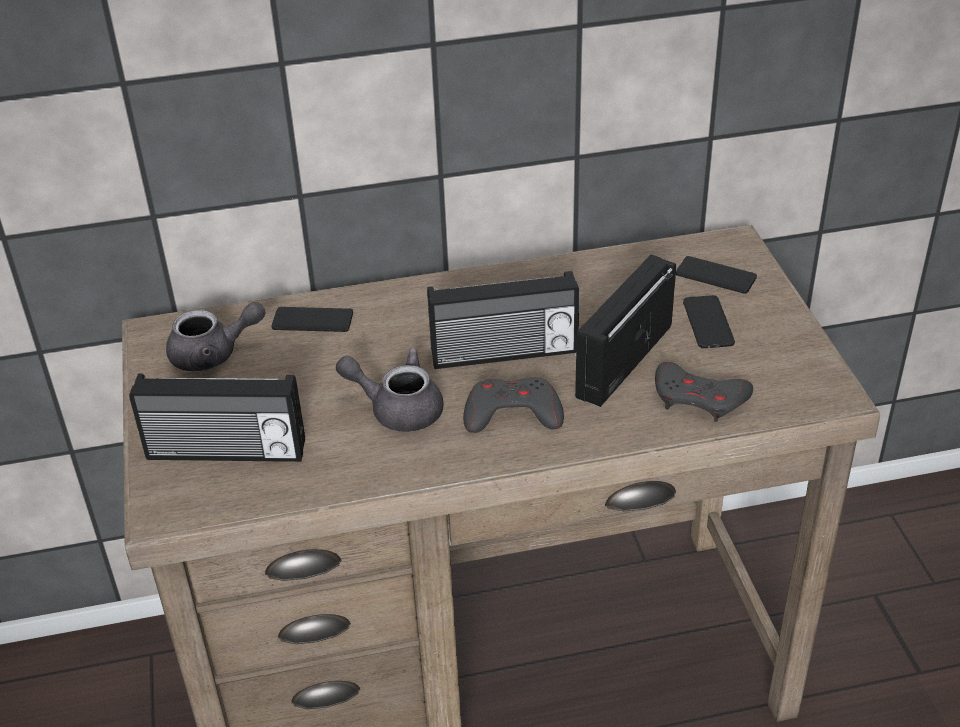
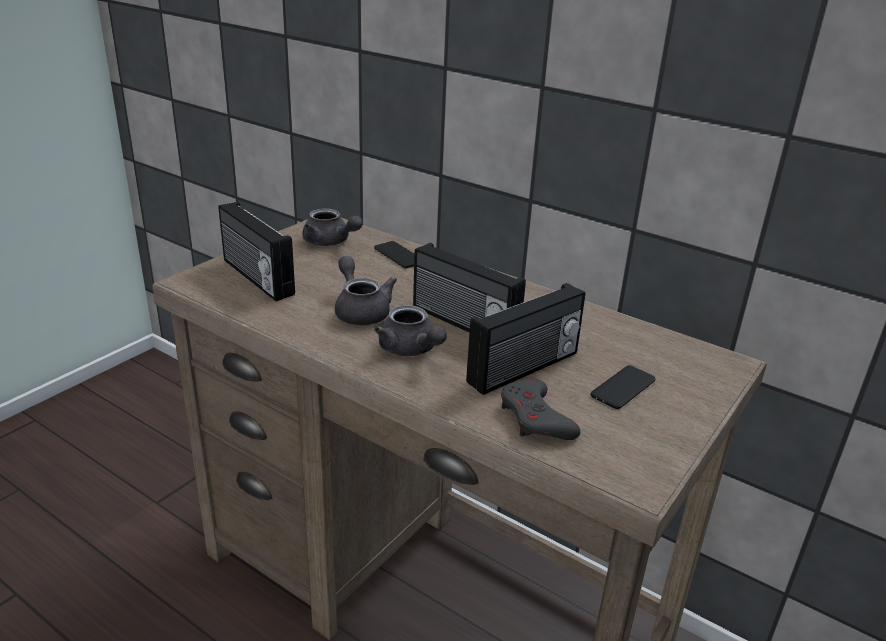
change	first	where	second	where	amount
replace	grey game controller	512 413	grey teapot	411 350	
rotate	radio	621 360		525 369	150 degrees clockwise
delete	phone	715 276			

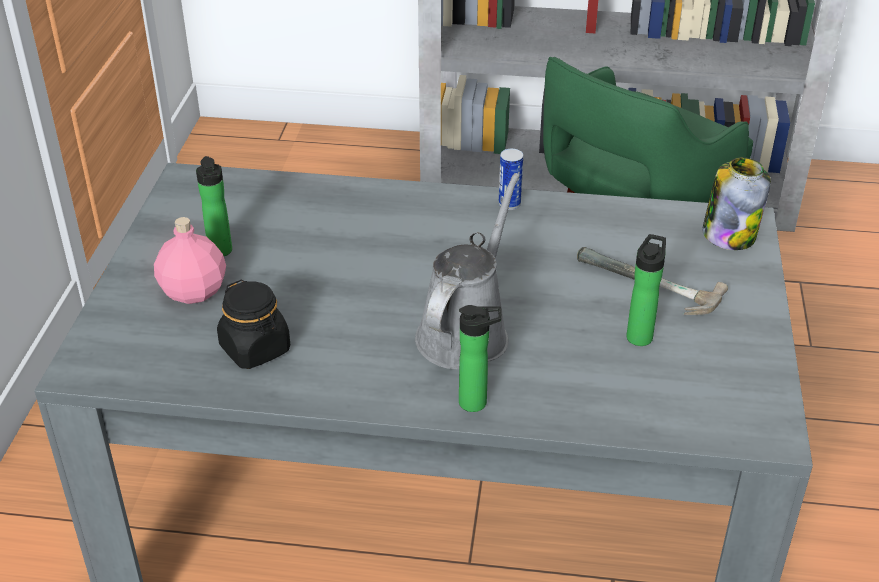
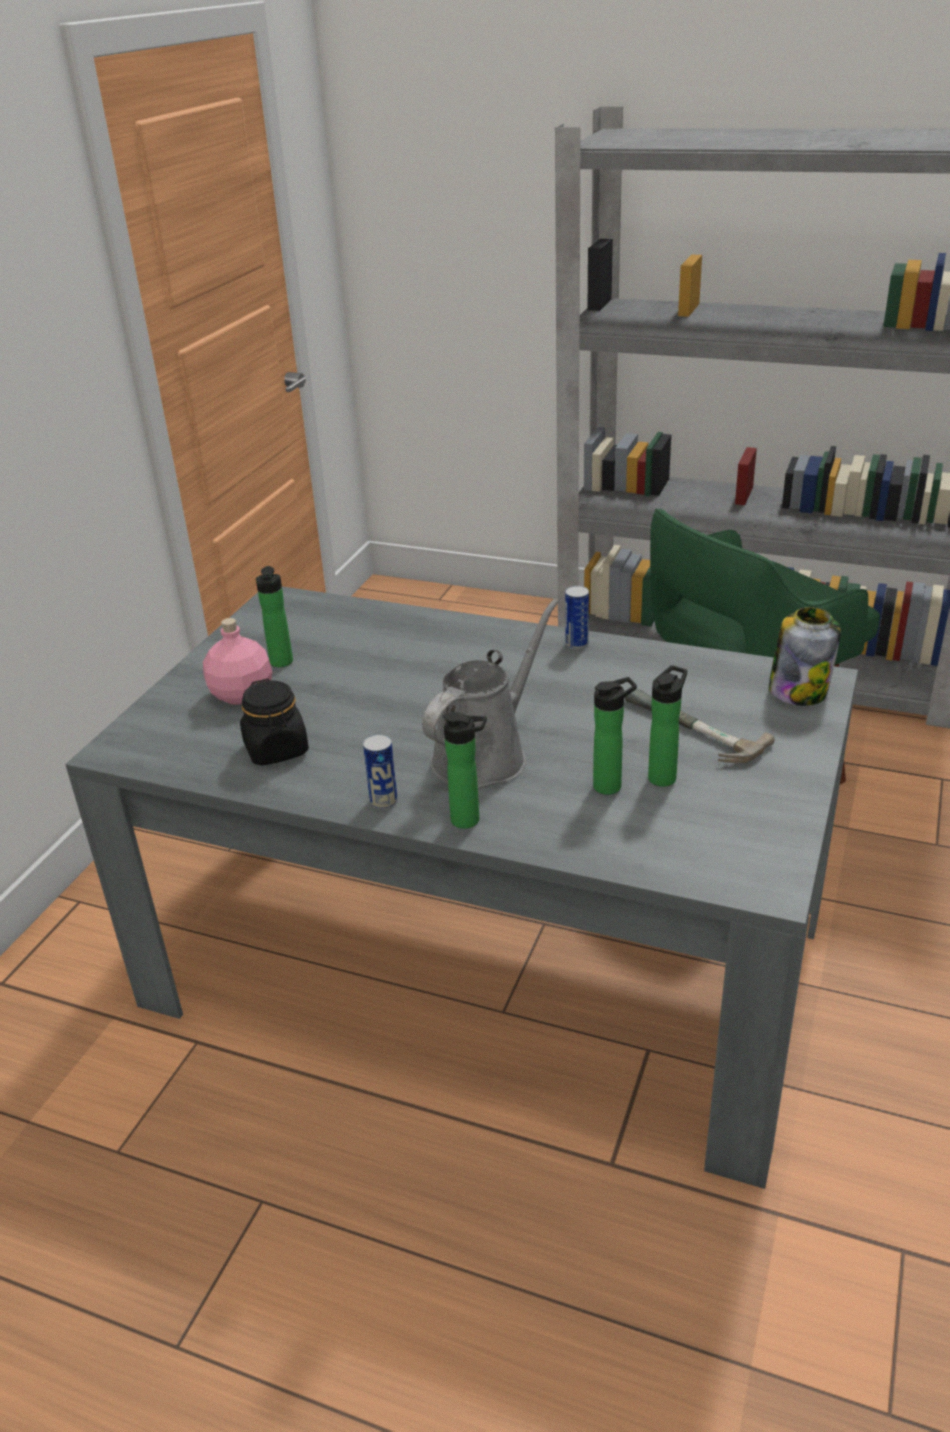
change	first	where	second	where	amount
insert			can	383 801	
insert			bottle	611 785	

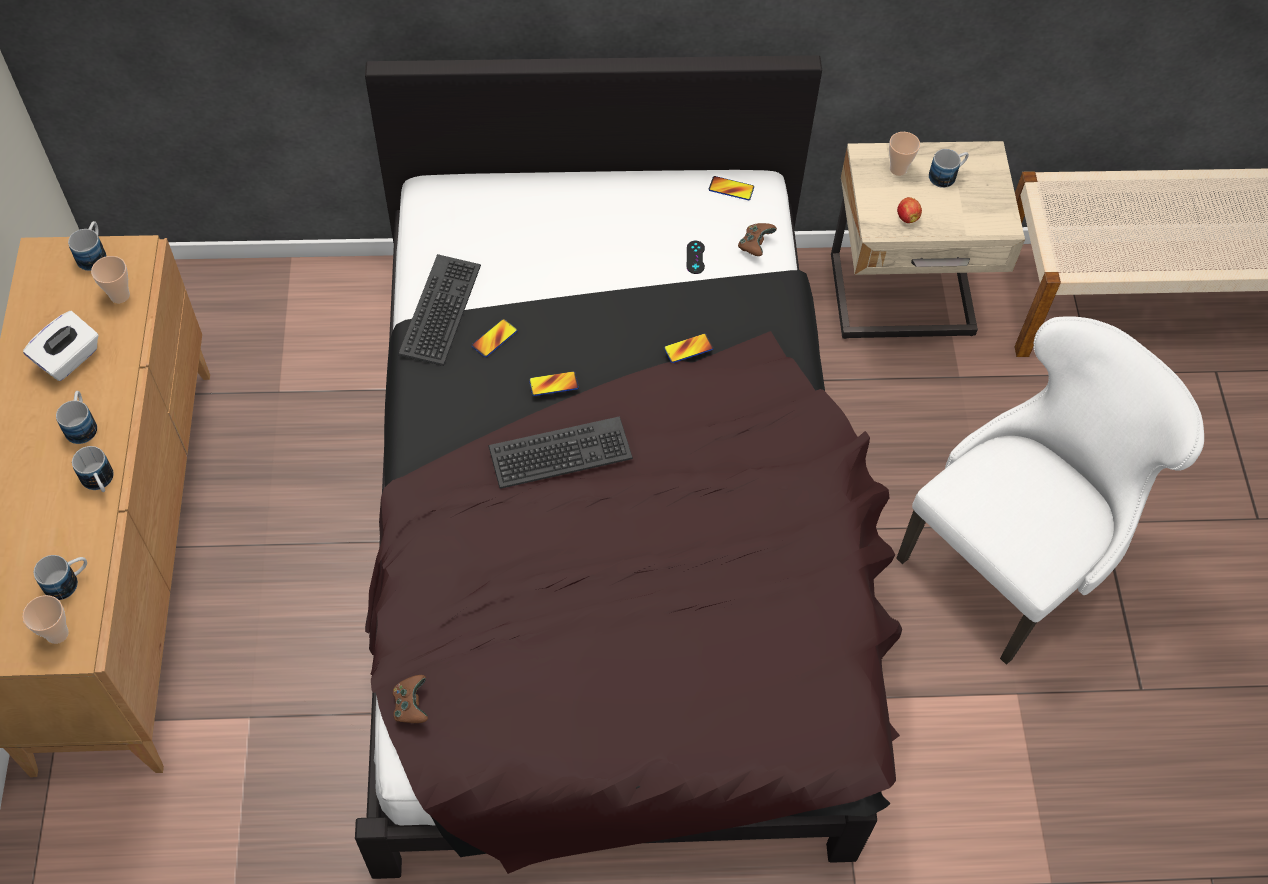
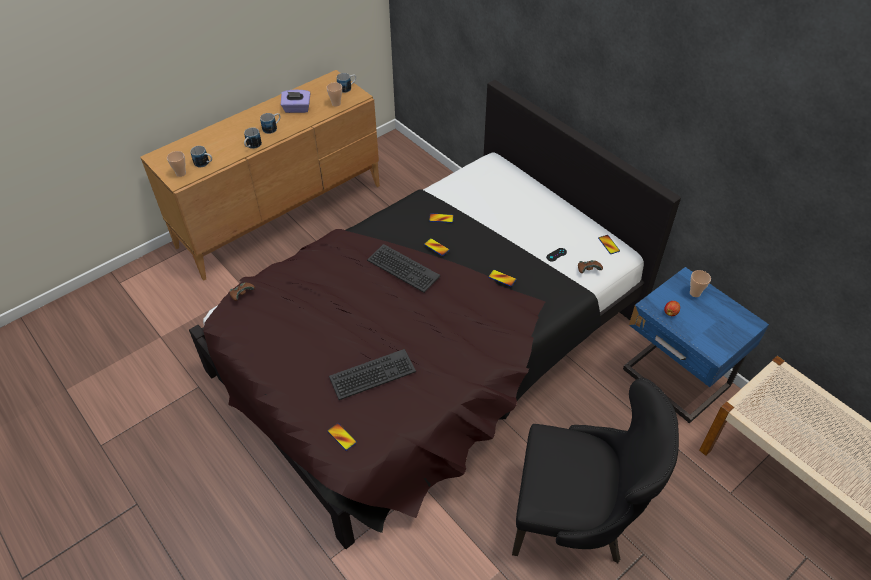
change	first	where	second	where	amount
recolor	white tissue box	69 359	purple tissue box	297 109	
move	keyboard	441 310		373 375	
recolor	beige nightstand	903 300	blue nightstand	674 381	
recolor	white chair	1009 560	black chair	574 520	
delete	mug	947 175			
insert			phone	342 437	

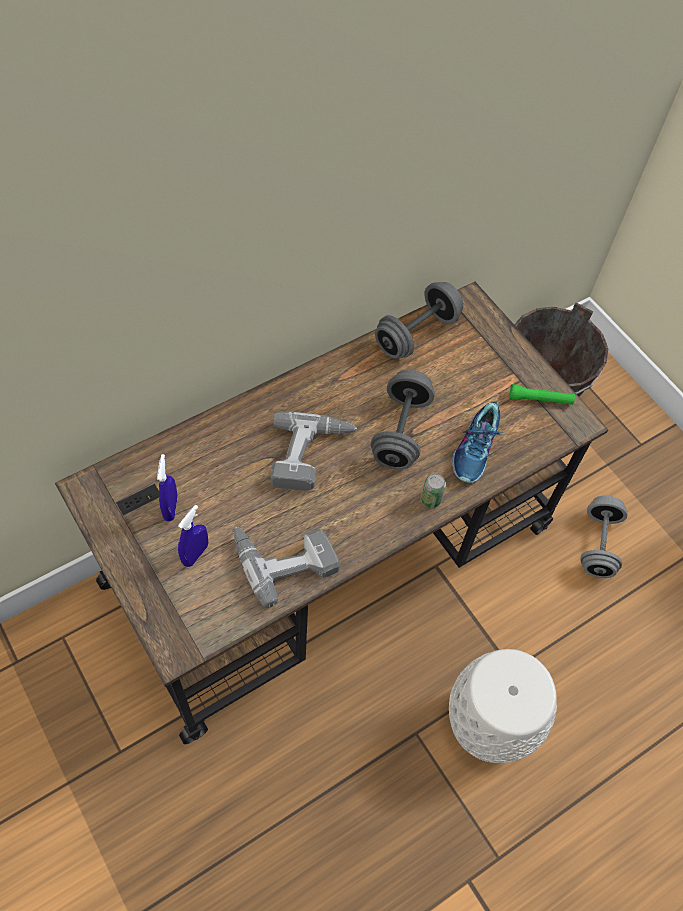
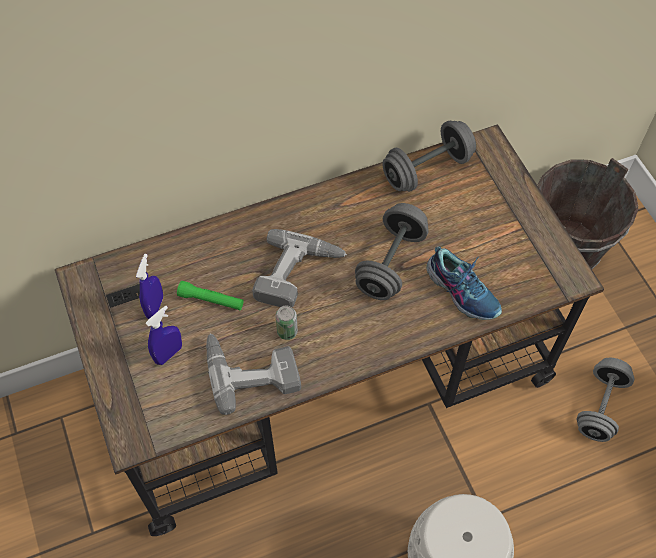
change	first	where	second	where	amount
move	can	430 500		287 331	
rotate	shoe	476 449		463 291	75 degrees counterclockwise
move	green flashlight	540 399		211 300	

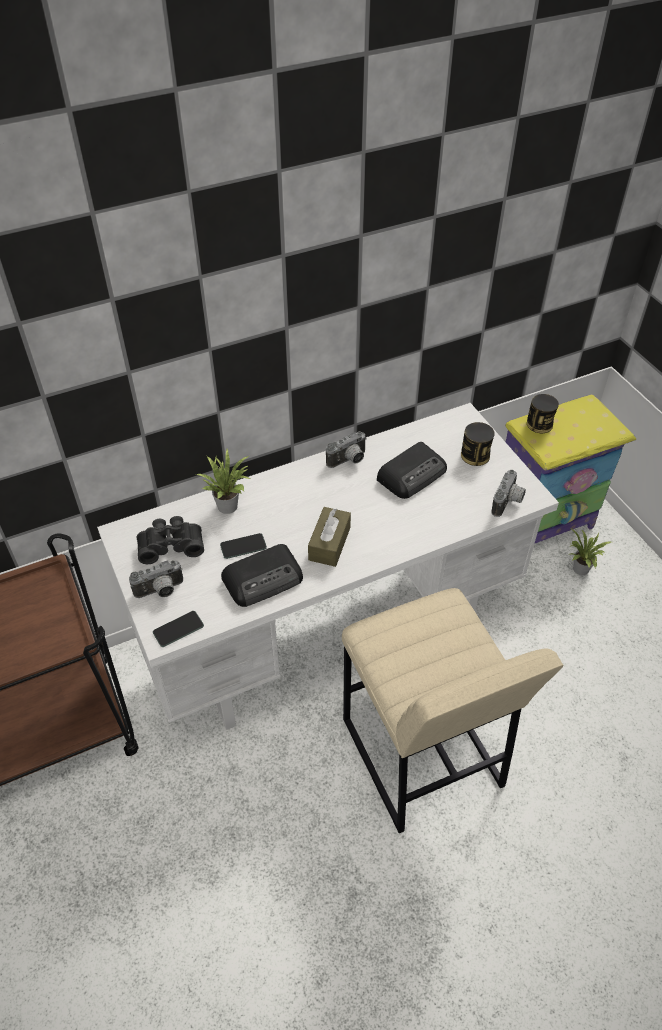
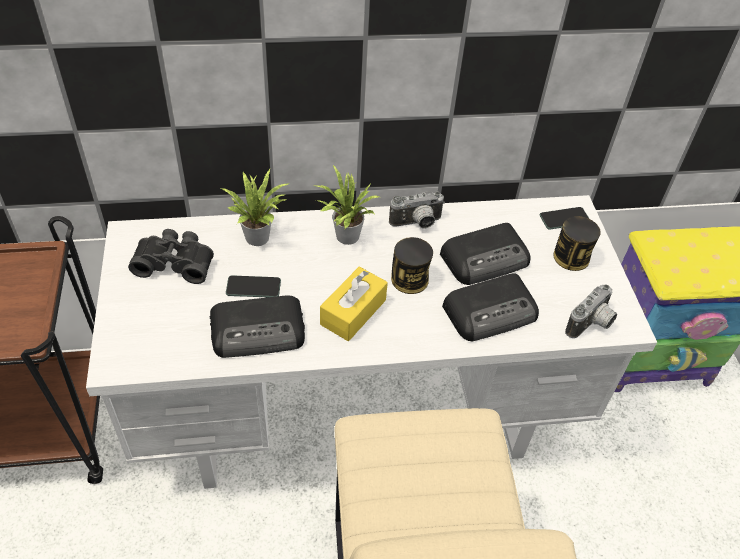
change	first	where	second	where	amount
delete	photo camera	160 591			
move	phone	178 629		564 219	
recolor	brown tissue box	329 543	yellow tissue box	353 312	
move	can	539 424		409 279	
move	potted plant	579 570		344 237	
insert			radio	491 312	

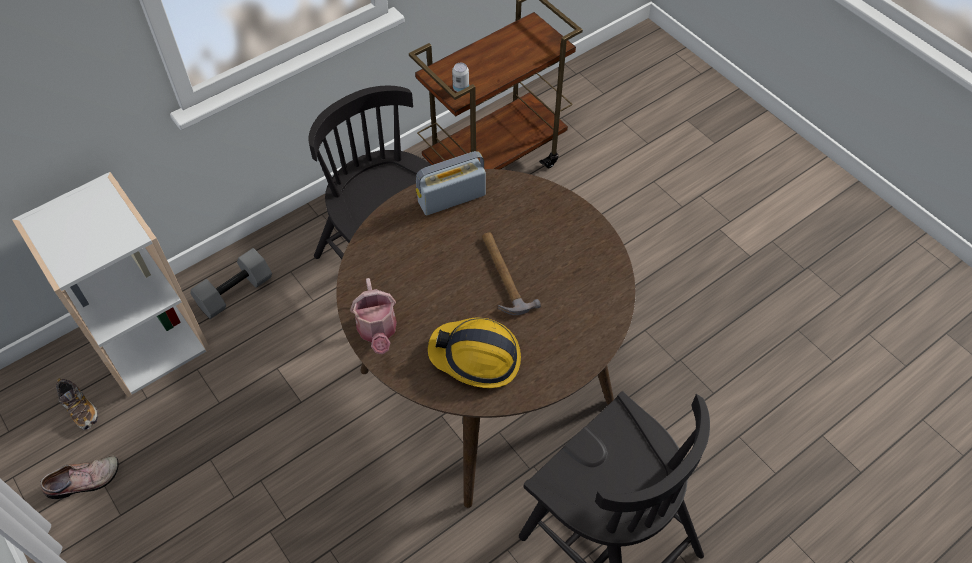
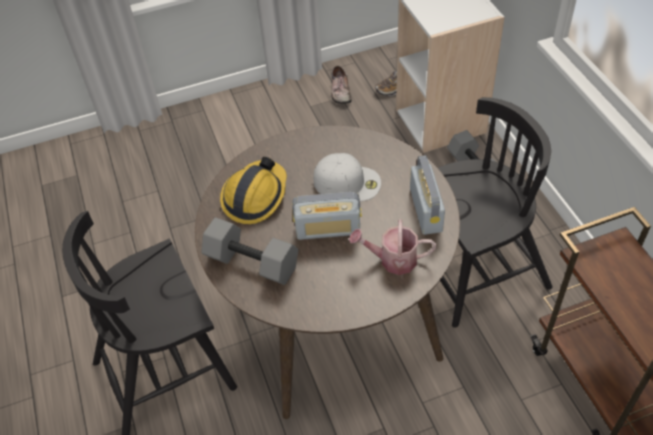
change	first	where	second	where	amount
move	watering can	378 331		392 260	
delete	can	461 88			
replace	hammer	503 274	radio	328 229	
insert			grey dumbbell	253 262	
insert			white cap	348 182	

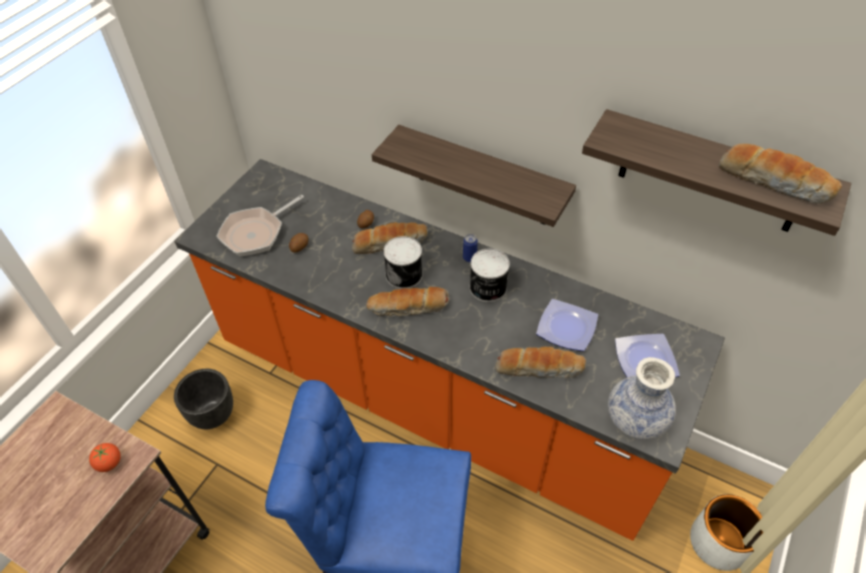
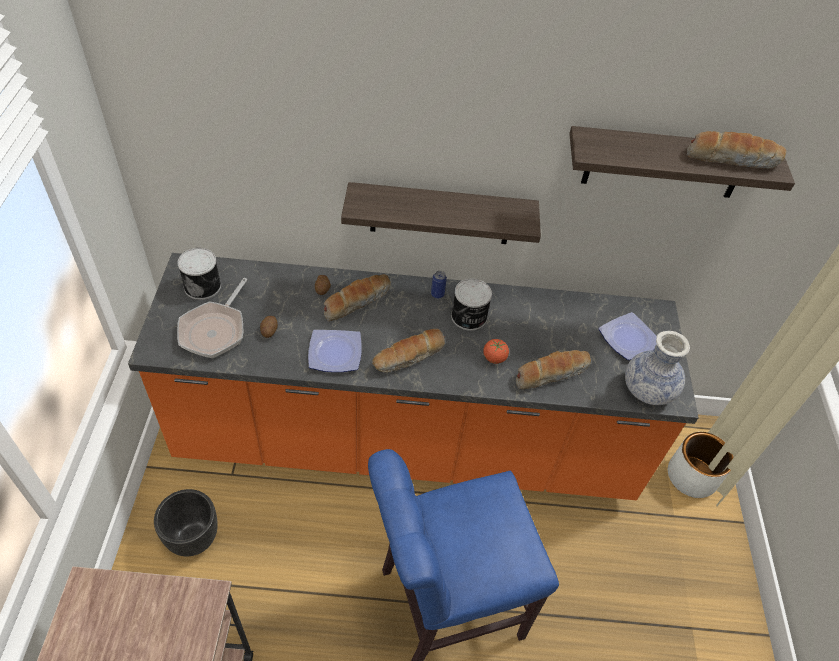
change	first	where	second	where	amount
move	tomato	109 463		494 358	
move	can	405 274		203 285	
move	plate	567 329		336 354	

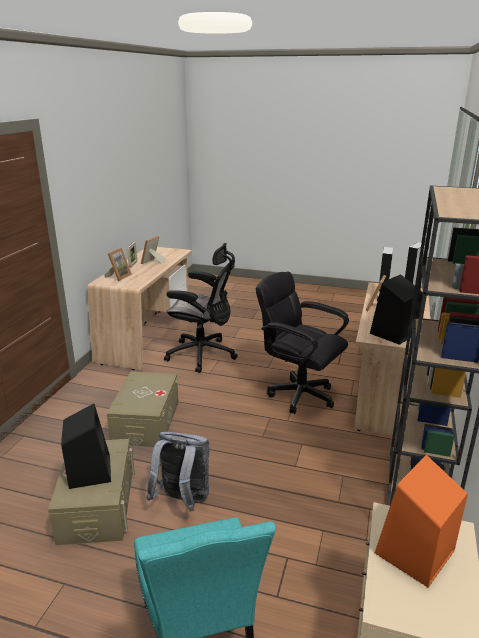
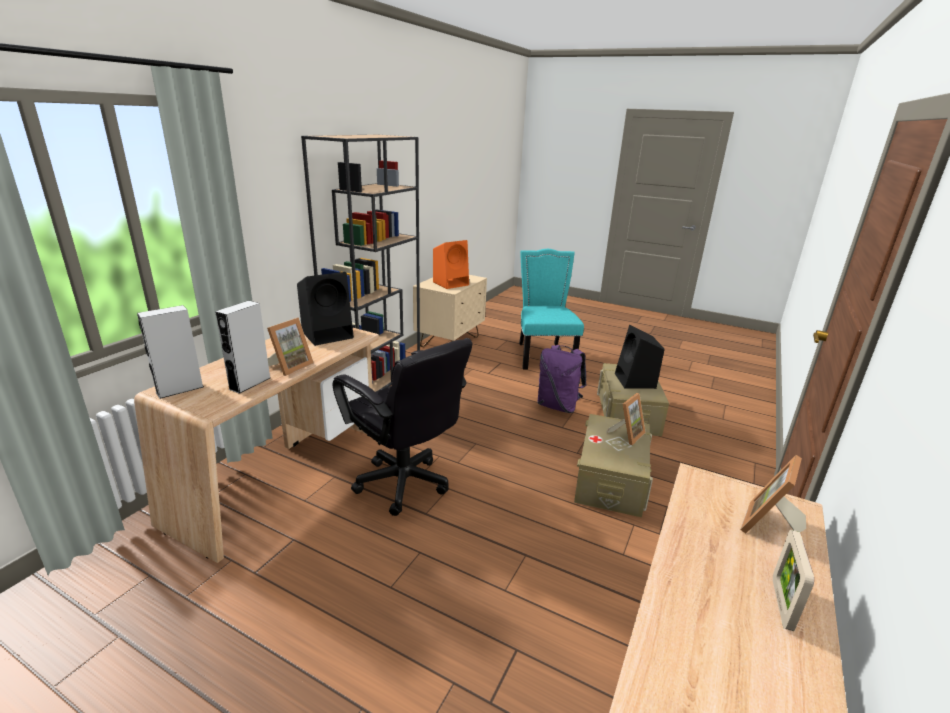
change	first	where	second	where	amount
move	picture frame	153 262		627 434	
recolor	grey backpack	182 501	purple backpack	558 406	
delete	office chair	202 354			

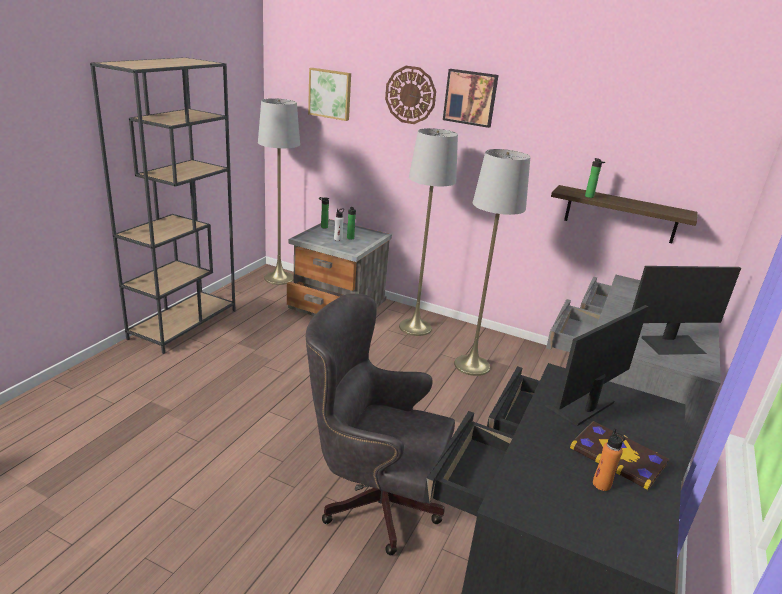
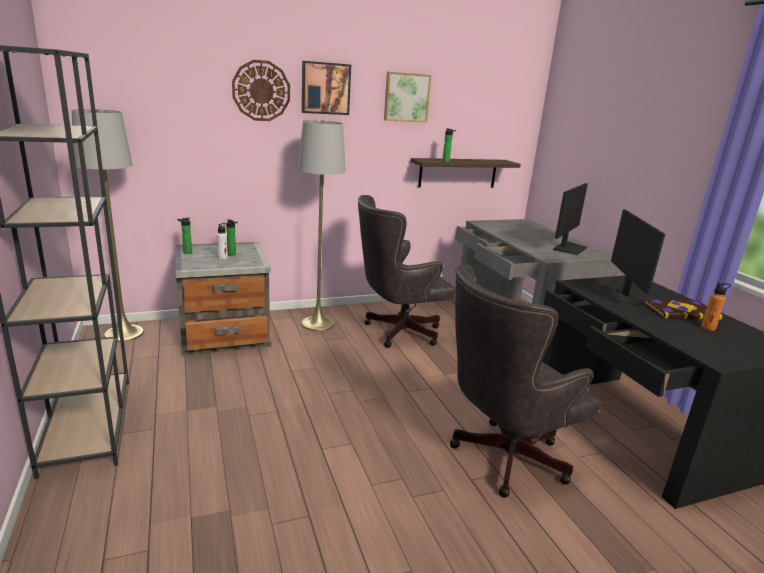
change	first	where	second	where	amount
move	picture	330 94		406 97	
replace	grey floor lamp	472 365	grey office chair	398 332	

